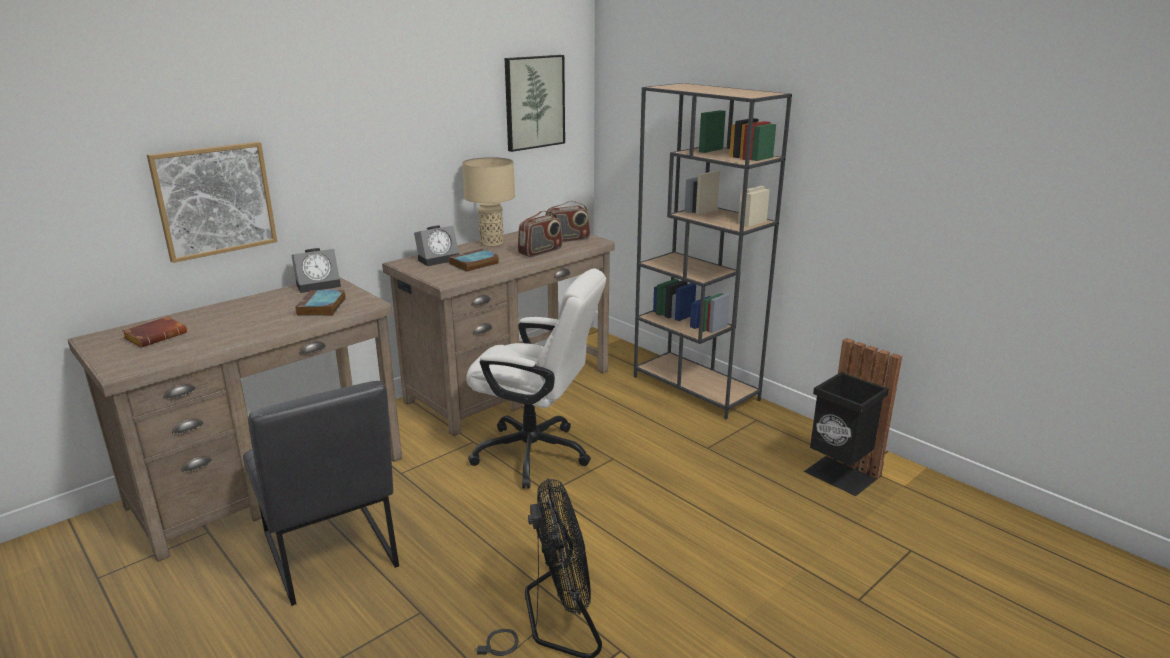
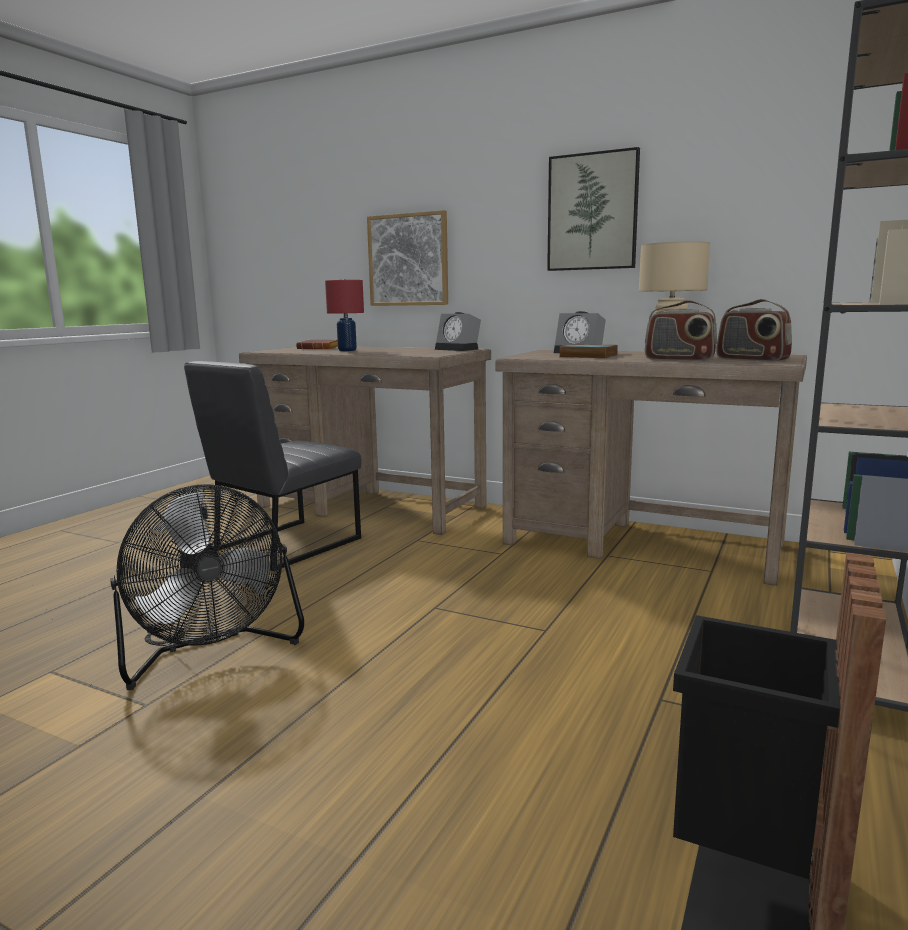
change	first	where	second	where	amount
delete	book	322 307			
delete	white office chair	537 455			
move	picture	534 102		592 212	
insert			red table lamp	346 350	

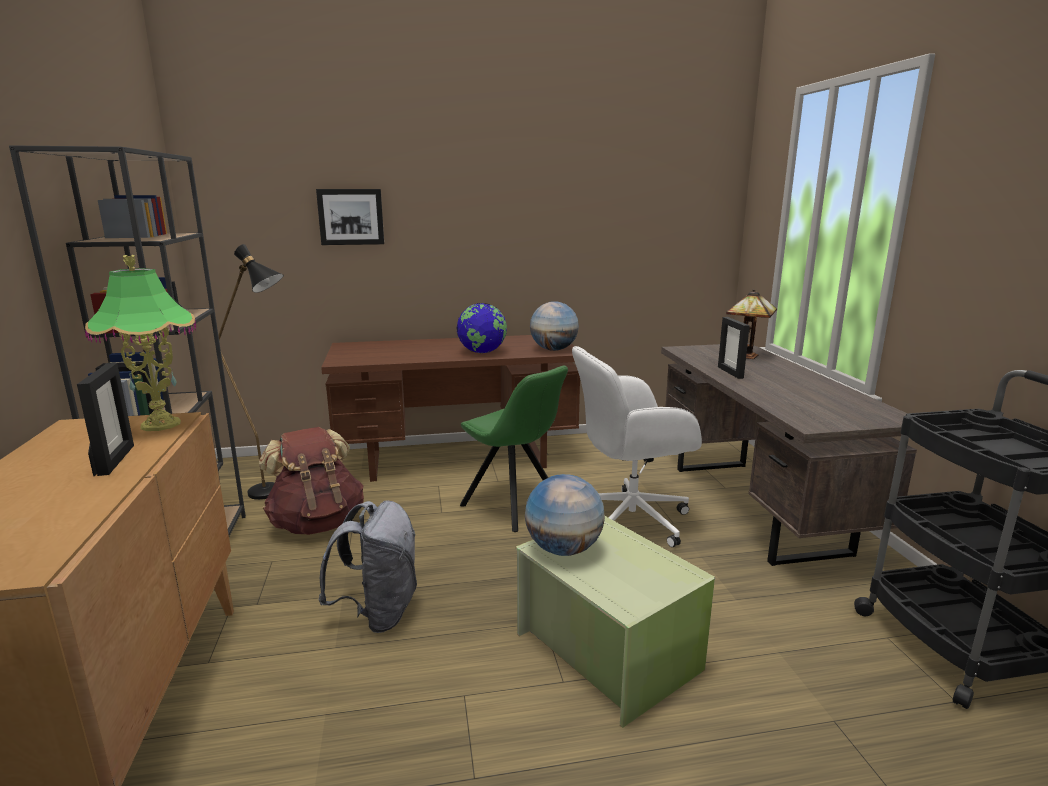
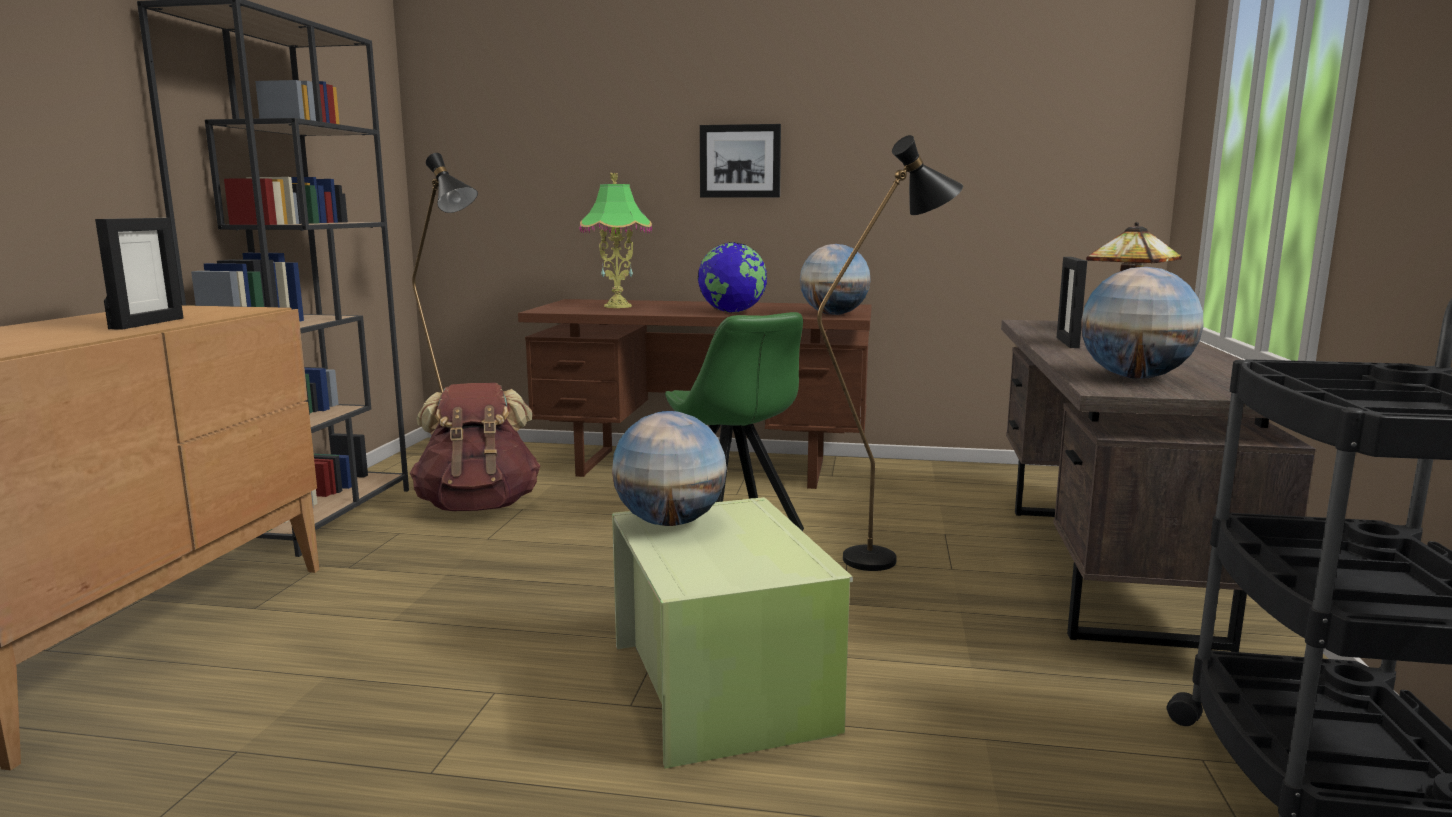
change	first	where	second	where	amount
move	table lamp	161 424		618 306	
move	picture	351 217		740 161	
delete	grey backpack	378 613			
replace	white office chair	629 520	black floor lamp	886 557	
insert			globe	1135 377	

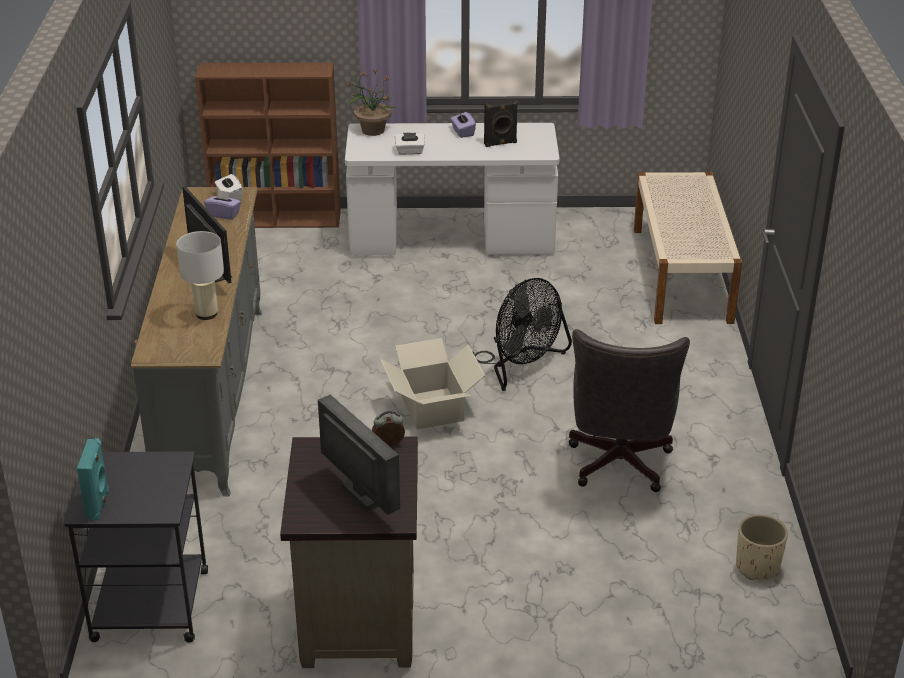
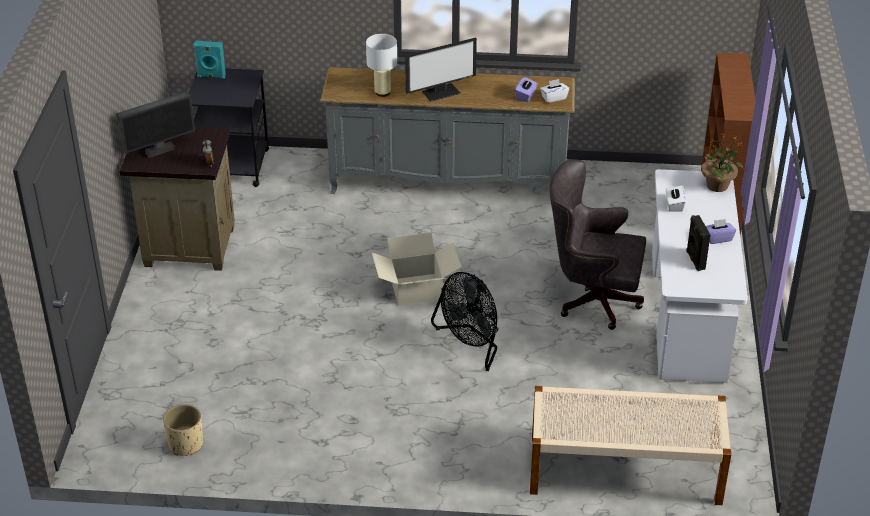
change	first	where	second	where	amount
move	grey office chair	619 467		593 301	

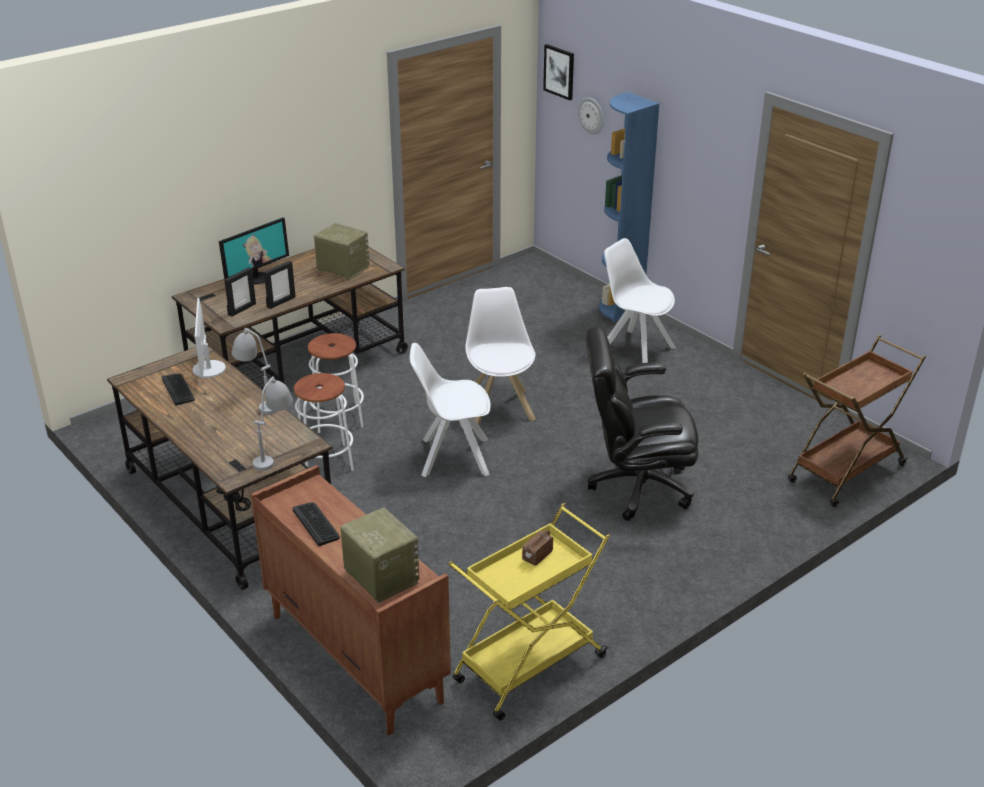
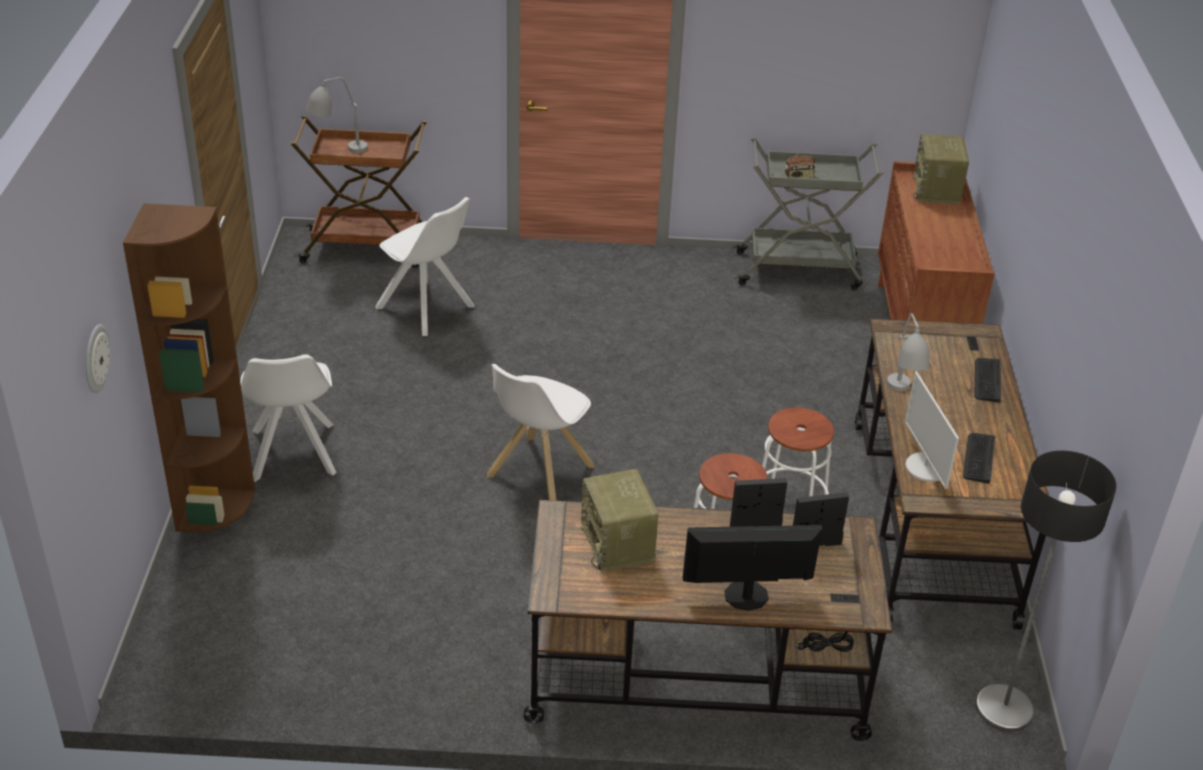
change	first	where	second	where	amount
rotate	monitor	208 369		926 468	135 degrees clockwise
move	grey table lamp	275 452		337 152	
move	keyboard	316 524		987 380	
move	white chair	452 457		426 308	
recolor	yellow cart	528 669	grey cart	798 271	
delete	picture	559 71			
delete	black office chair	635 487			
recolor	blue bookcase	616 312	brown bookcase	215 516	
insert			floor lamp	1004 708	

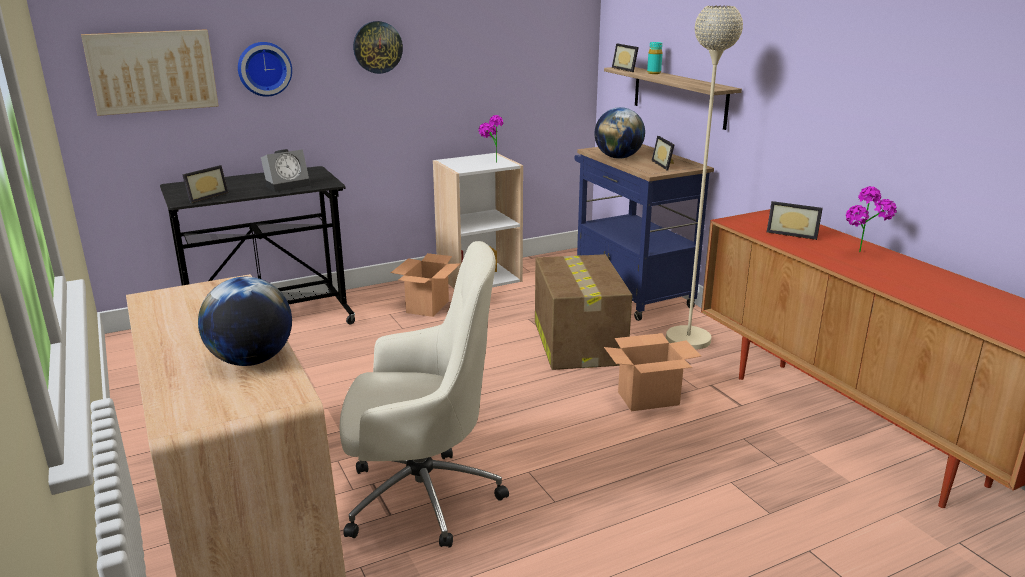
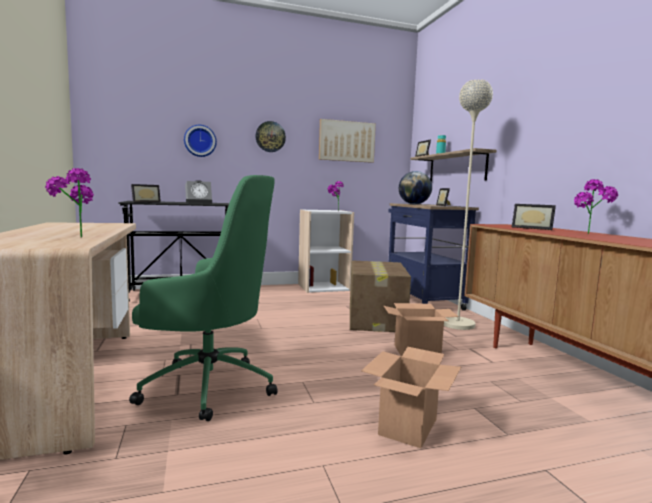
change	first	where	second	where	amount
move	picture	152 71		346 141	
replace	globe	251 360	potted plant	74 236	
recolor	beige office chair	423 499	green office chair	209 388	
move	cardboard box	427 307		408 427	

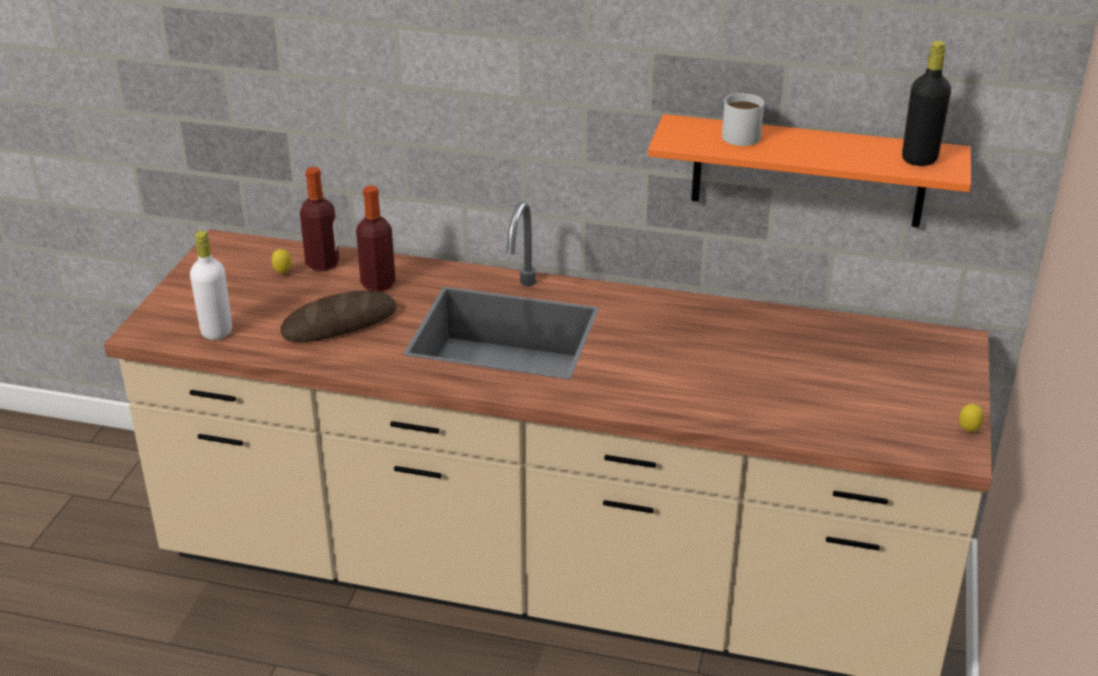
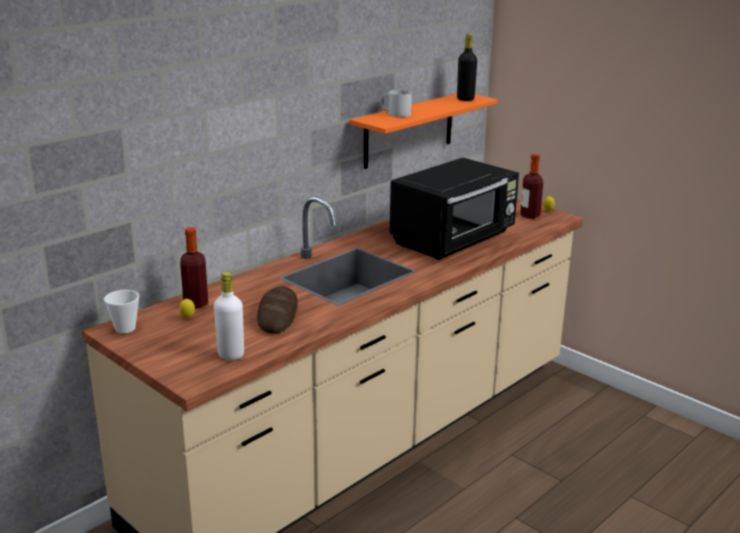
change	first	where	second	where	amount
move	bottle	378 284		529 215	
insert			cup	125 328	
insert			black microwave	454 240	

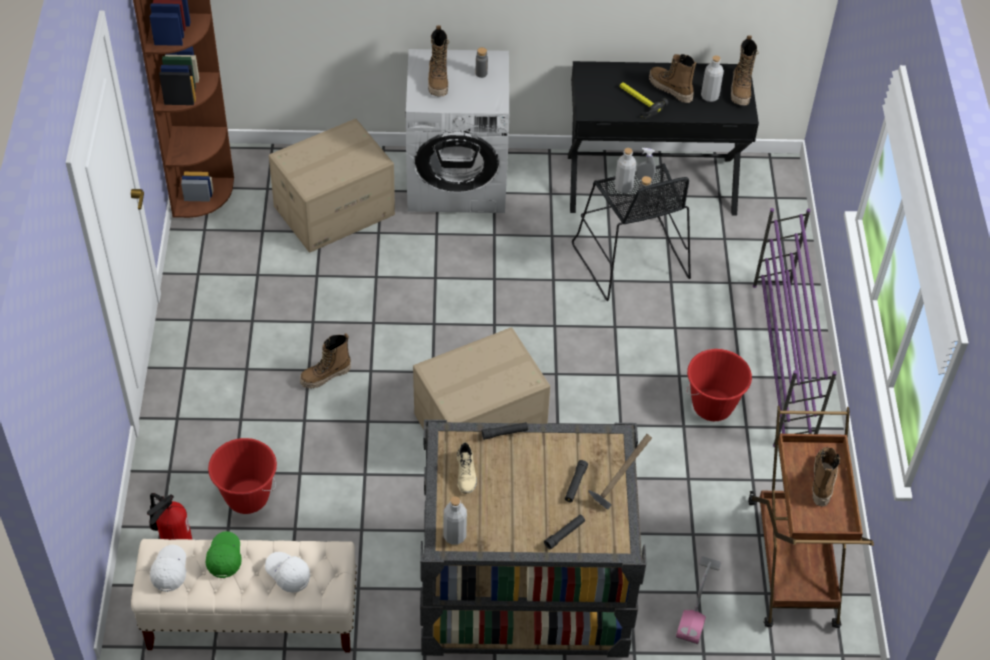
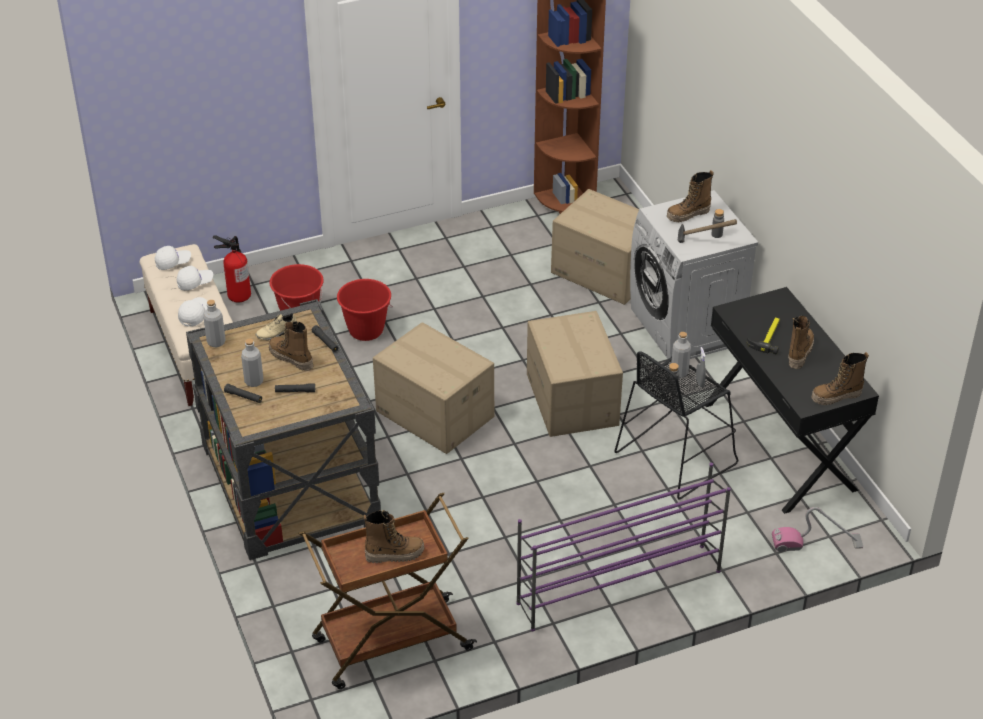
change	first	where	second	where	amount
recolor	green cap	224 558	white cap	195 282	
move	boot	326 376		291 358	
move	hammer	618 486		702 243	
move	vacuum cleaner	698 601		816 543	
move	red bucket	712 406		366 330	
move	grey bottle	709 96		254 381	
insert			cardboard box	573 399	

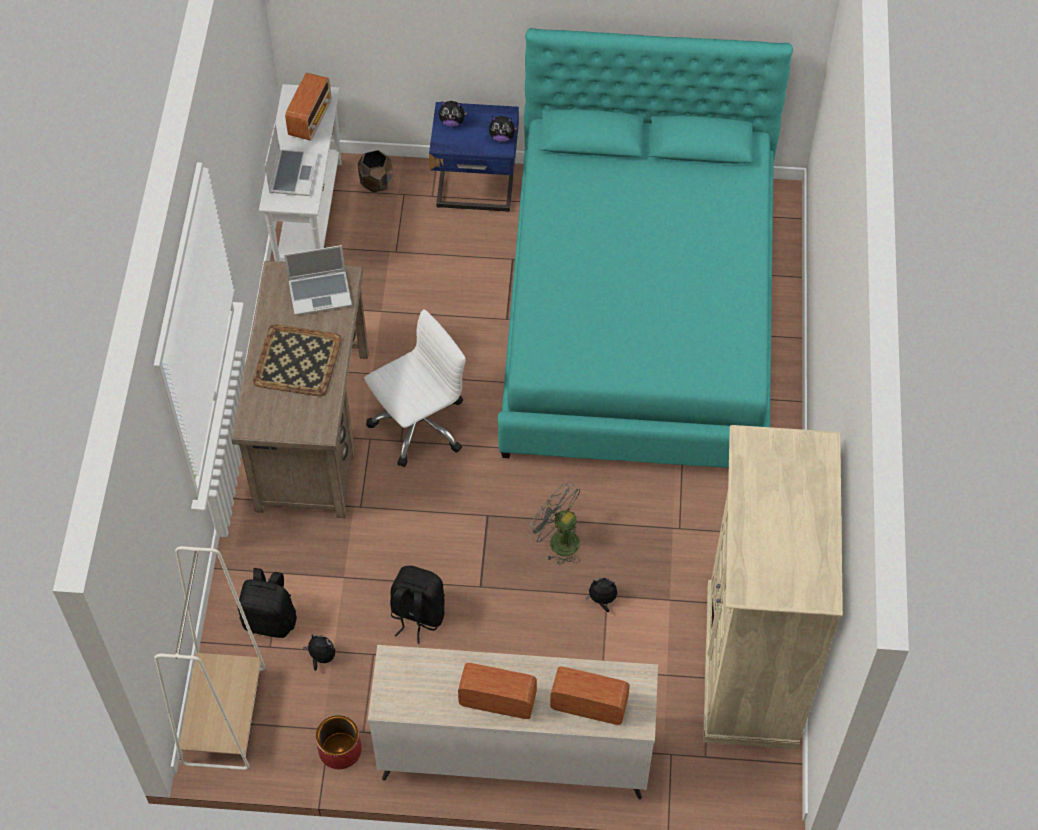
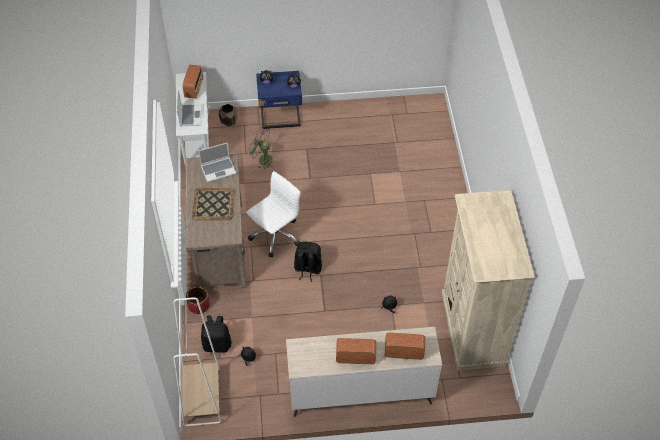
change	first	where	second	where	amount
move	red planter	340 749		198 305	
move	black backpack	417 615		307 269	
delete	turquoise bed	639 314			
move	grey fan	558 540		262 159	

